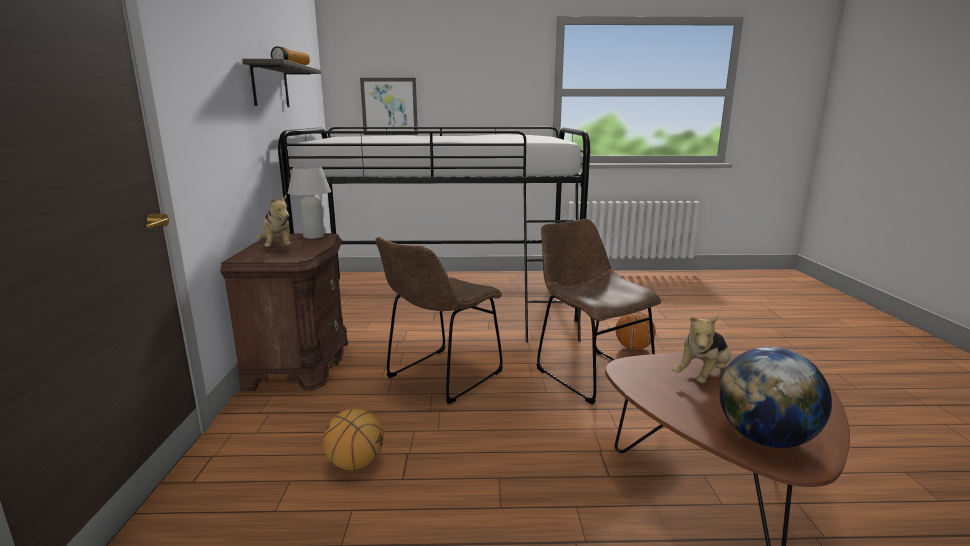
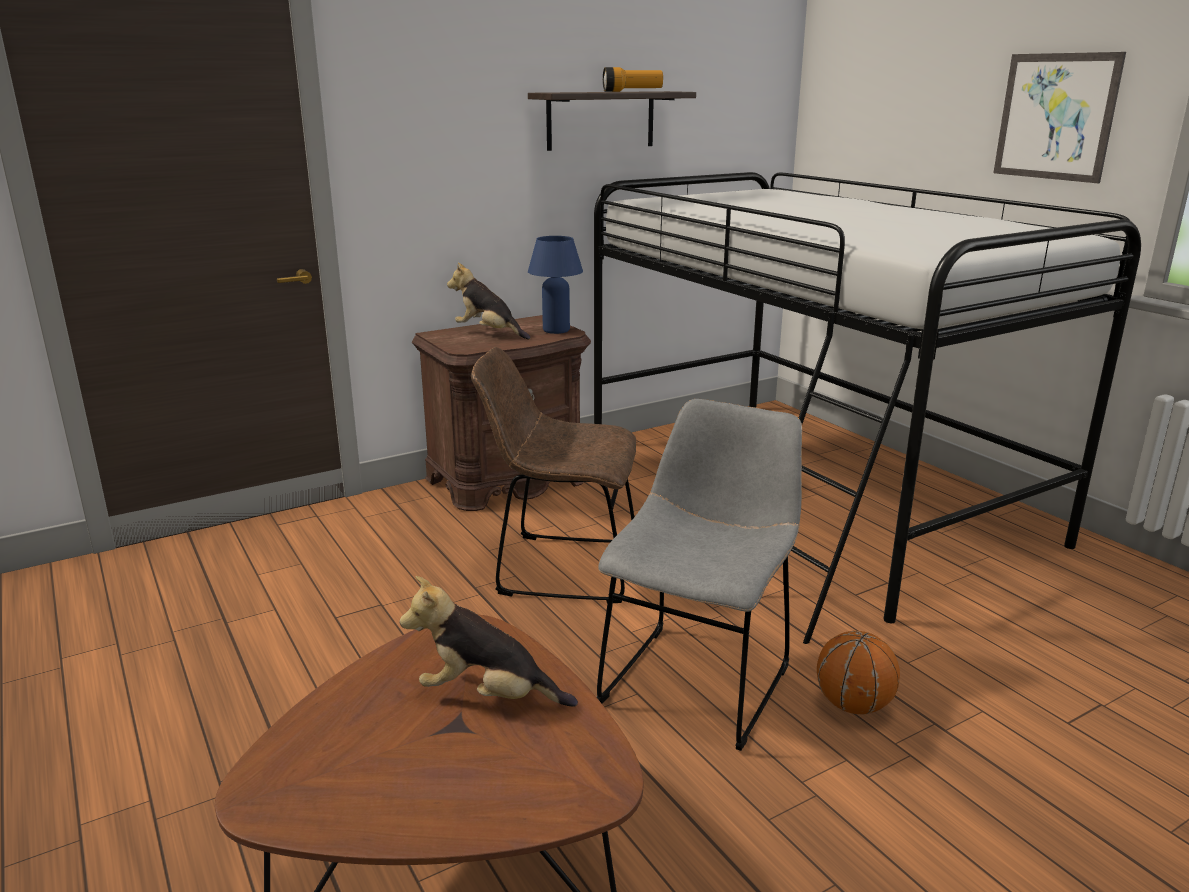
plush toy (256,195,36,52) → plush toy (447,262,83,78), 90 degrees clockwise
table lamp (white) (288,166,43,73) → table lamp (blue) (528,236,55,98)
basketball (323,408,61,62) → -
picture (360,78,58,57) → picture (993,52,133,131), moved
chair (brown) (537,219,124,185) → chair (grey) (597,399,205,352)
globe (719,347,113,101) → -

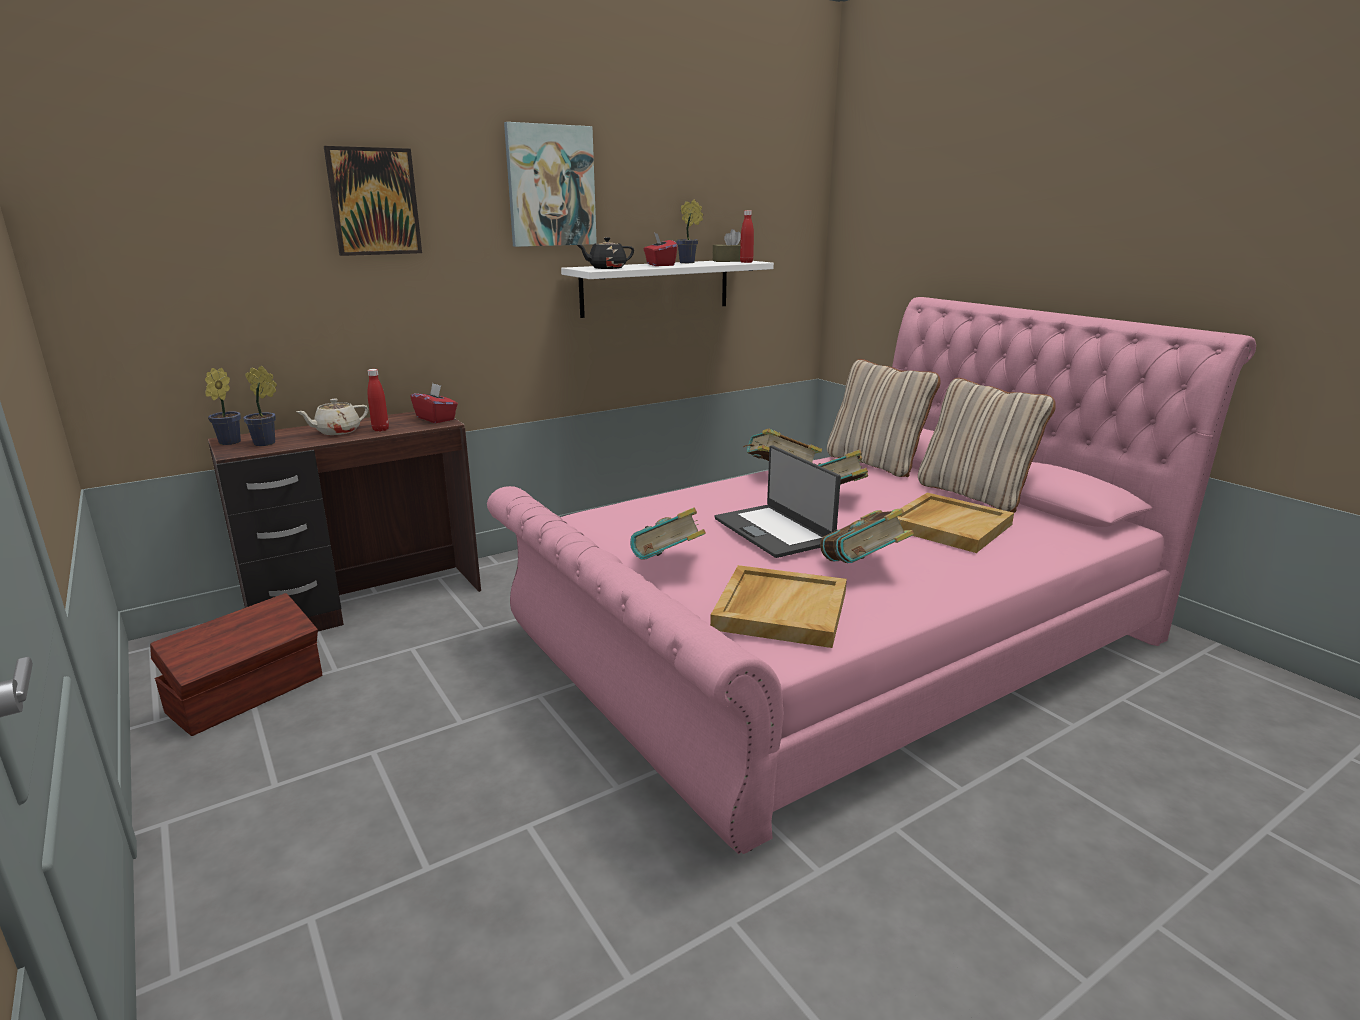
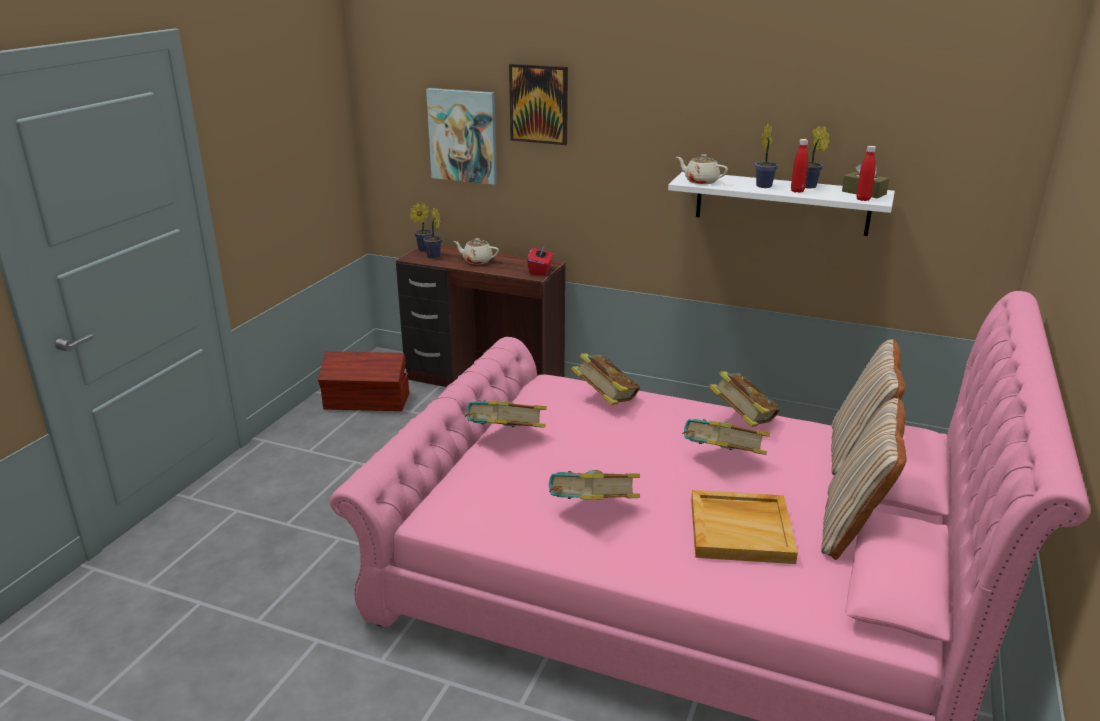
bottle (red) (368,369,21,62) → bottle (red) (791,139,17,54), moved
picture (504,122,93,125) → picture (426,88,71,97), moved
teapot (black) (577,237,57,32) → teapot (beige) (677,154,51,30)
tissue box (red) (643,233,34,33) → potted plant (755,123,23,65)
tray (beige) (710,565,137,83) → -
laptop (715,445,126,113) → -
- → book (571,353,69,52)

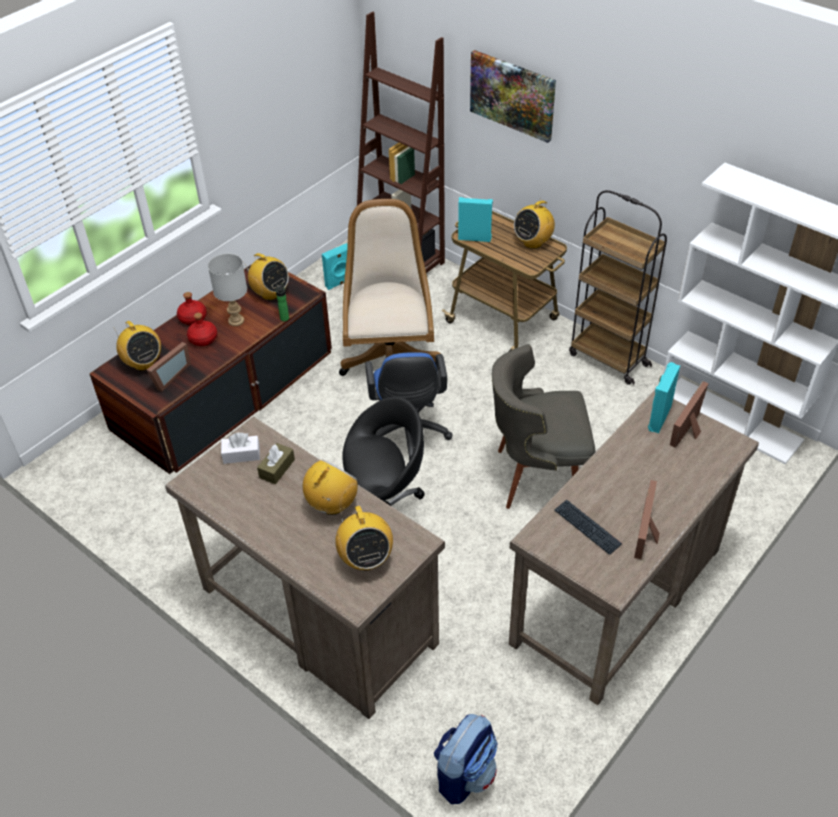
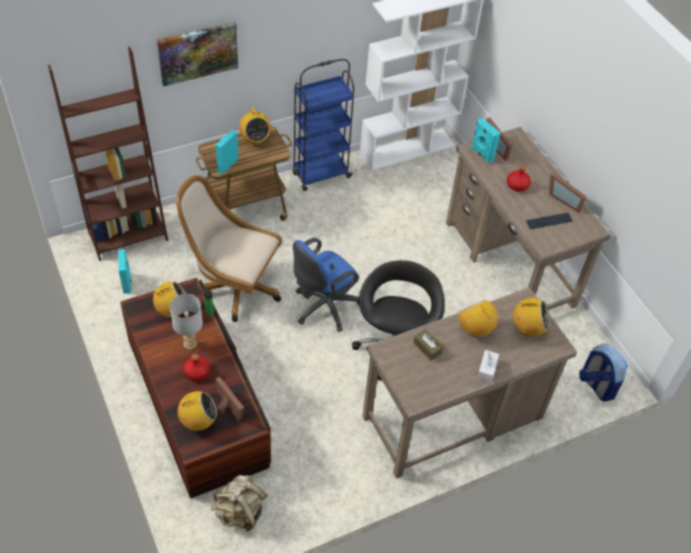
bottle (red) (177,292,30,33) → bottle (red) (507,165,24,27), moved
tissue box (white) (221,432,39,32) → tissue box (white) (477,350,22,32), moved
office chair (blue) (365,353,88,107) → office chair (blue) (293,238,66,94), 120 degrees clockwise
chair (grey) (492,344,104,165) → -
cart (brown) (569,190,98,195) → cart (blue) (292,59,62,132)
- → backpack (beige) (211,475,57,56)

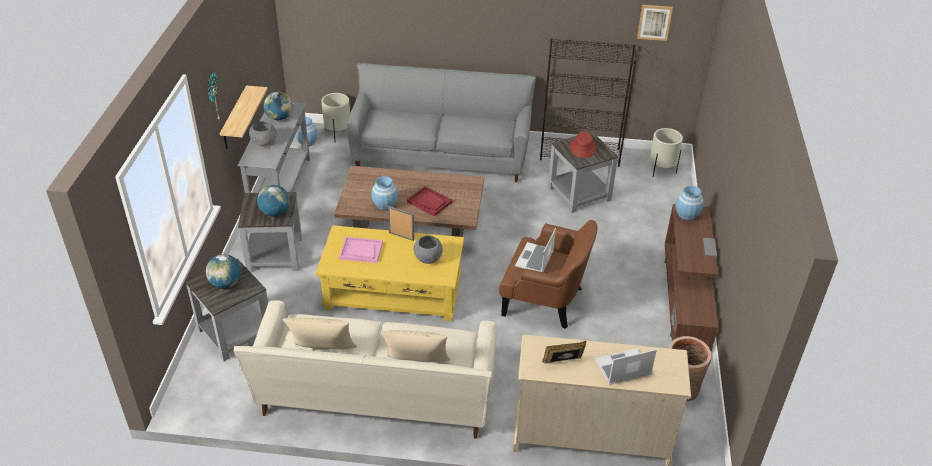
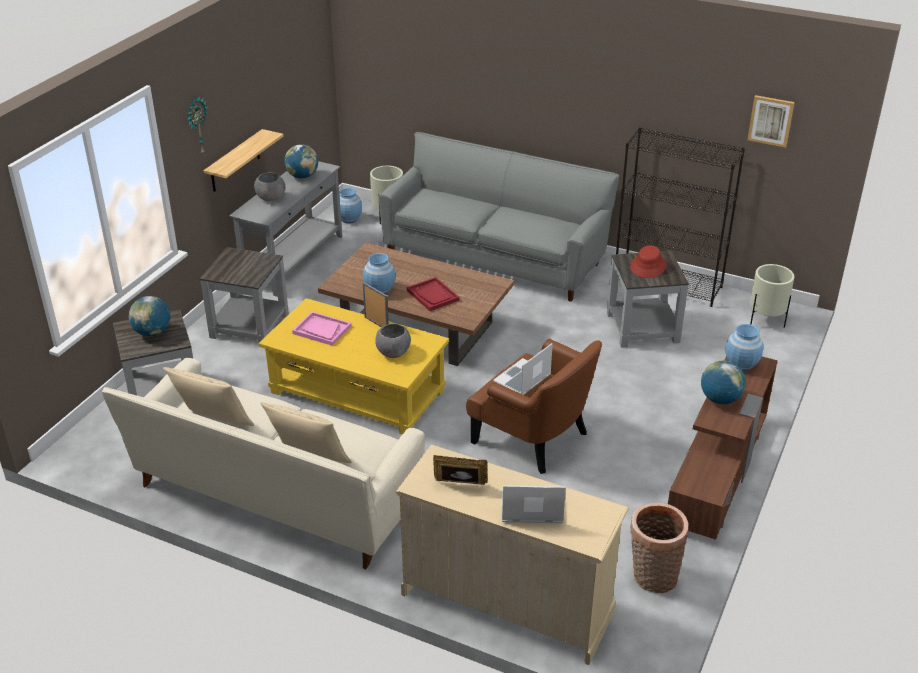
globe (257,185,33,31) → globe (701,361,45,43), moved

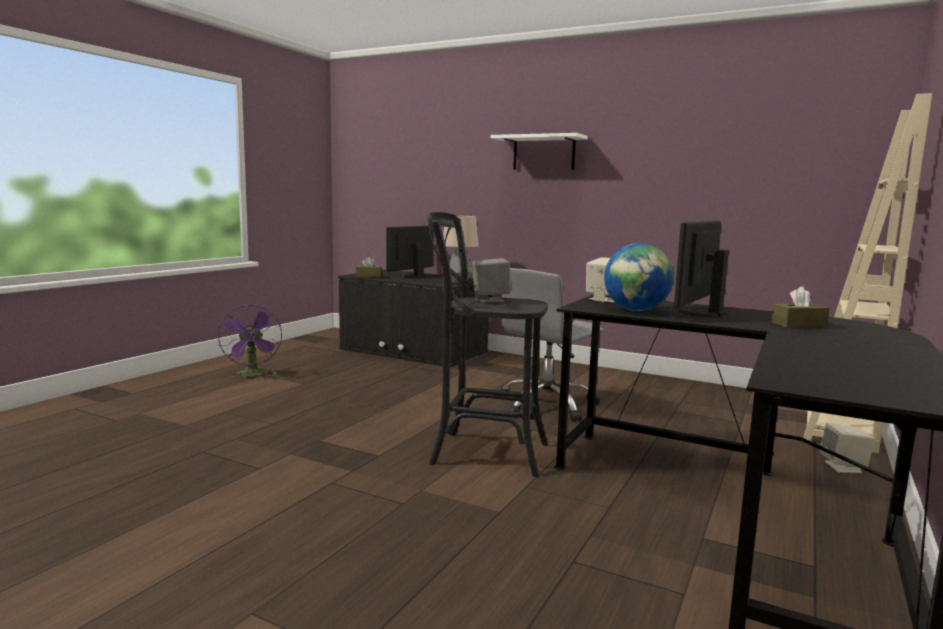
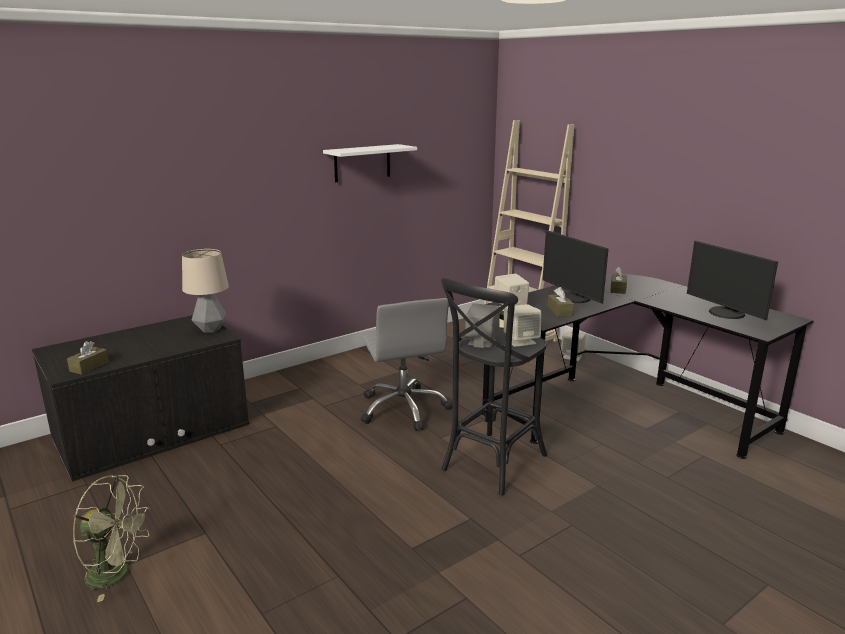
fan (purple) (218,305,64,72) → fan (green) (73,475,78,127)
monitor (386,226,47,52) → monitor (687,241,91,79), moved
shelf (white) (490,133,98,37) → shelf (white) (323,144,94,38), moved
globe (604,243,70,68) → tissue box (brown) (547,287,27,30)
- → speaker (beige) (504,304,37,43)

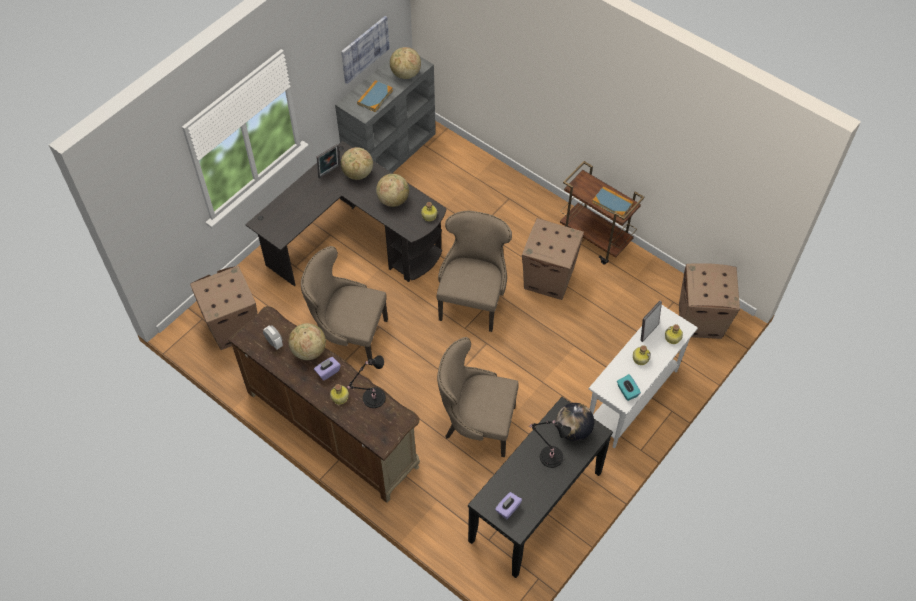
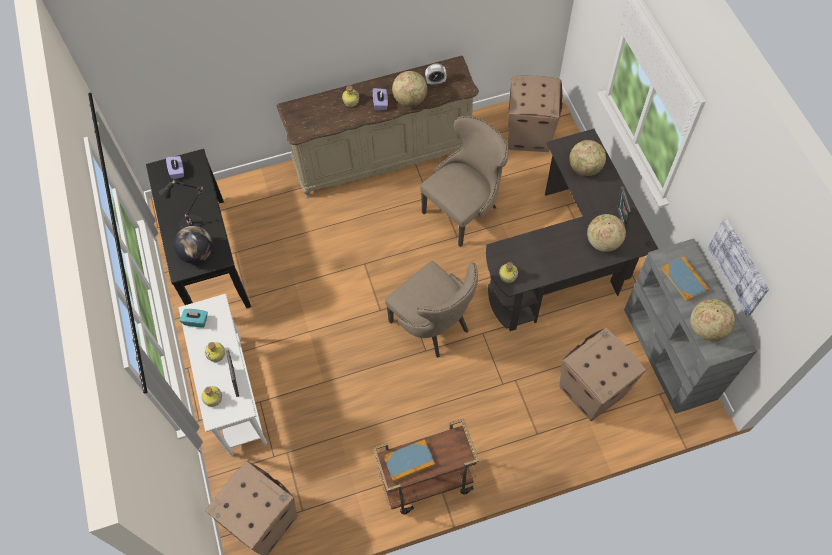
table lamp (black) (347,355,39,53) → -
globe (376,174,33,33) → globe (569,140,37,36), moved
chair (beige) (437,337,82,120) → -
cardboard box (522,218,62,82) → cardboard box (559,328,87,93), moved

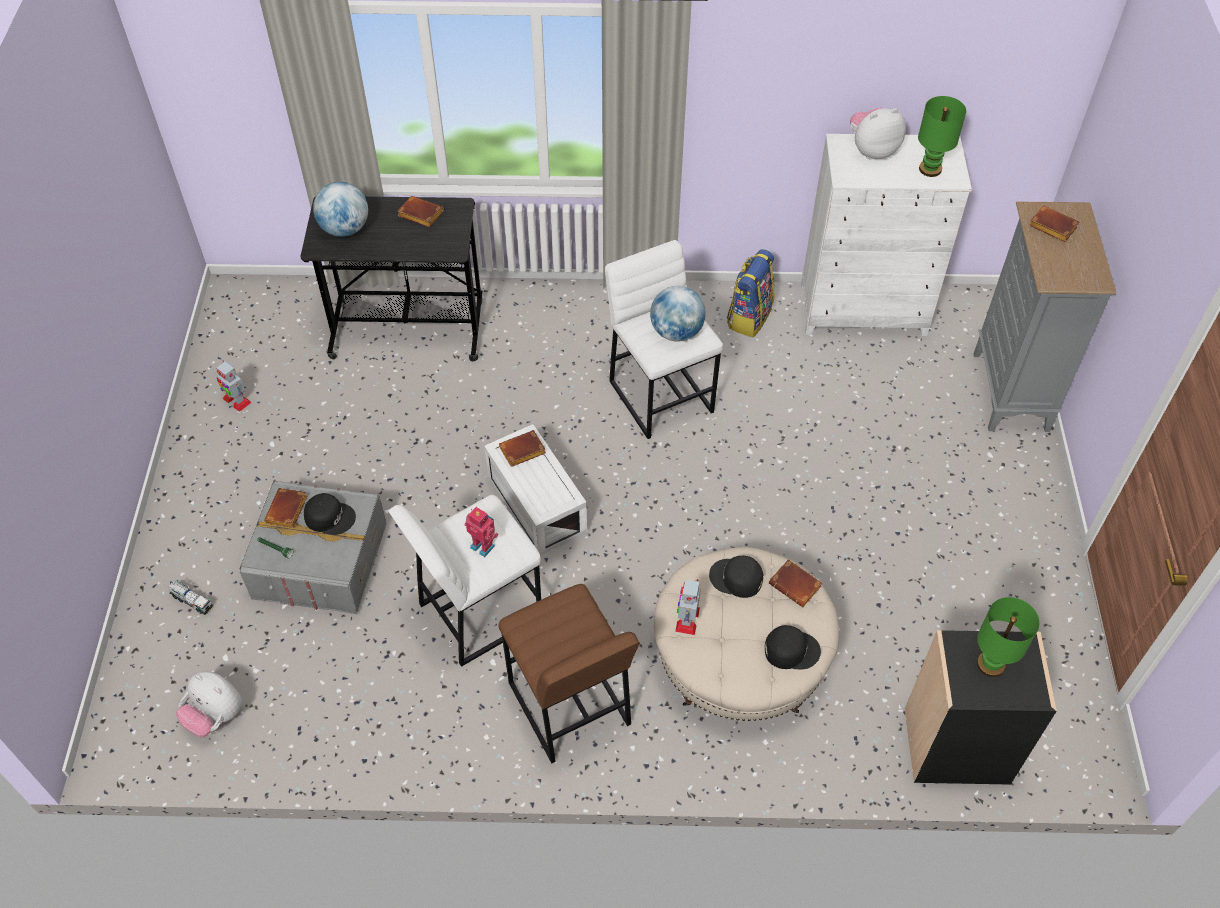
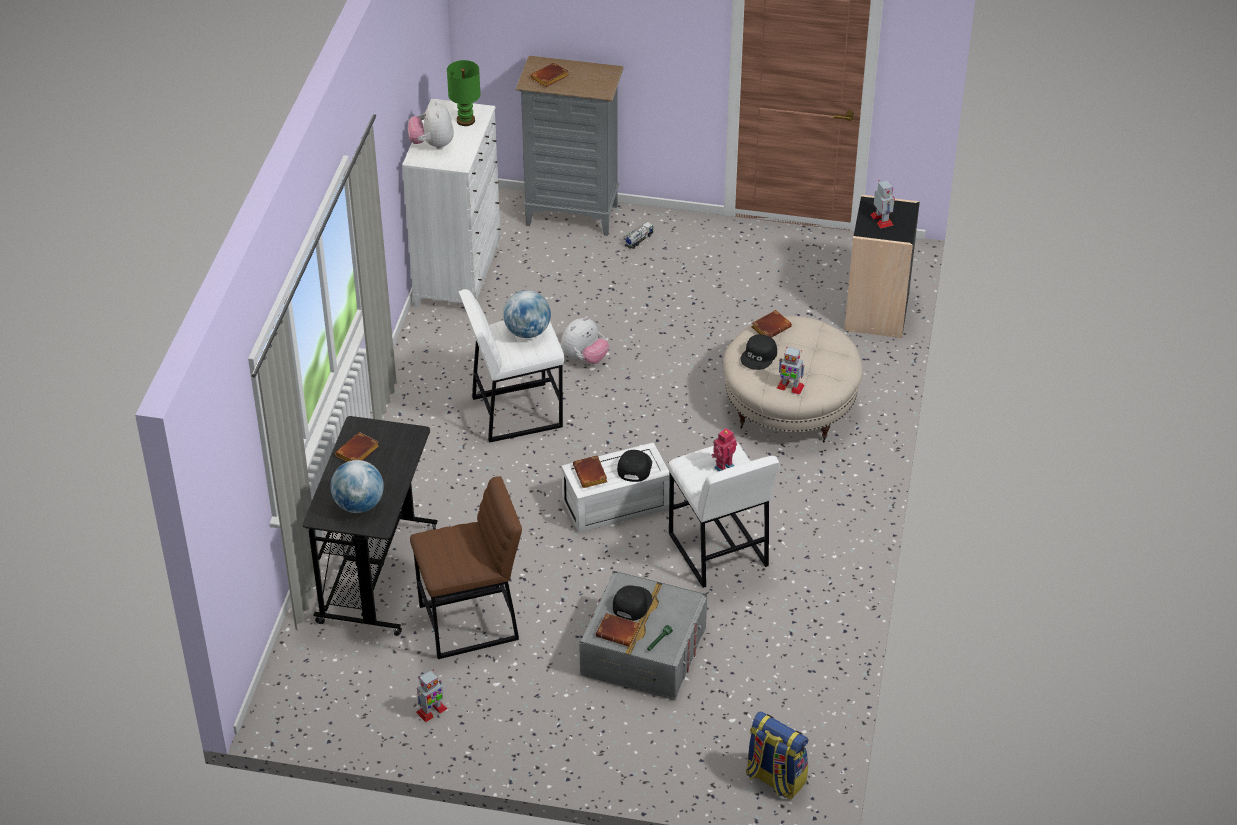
toy truck (169,579,44,36) → toy truck (624,222,29,27), moved
plush toy (176,671,66,66) → plush toy (561,316,48,48), moved
stool (brown) (499,584,141,179) → stool (brown) (410,476,112,183), moved
backpack (727,249,47,88) → backpack (746,711,62,88), moved
cap (black) (765,625,56,44) → cap (black) (617,450,35,32), moved
table lamp (green) (977,597,63,80) → toy robot (871,180,24,48)

